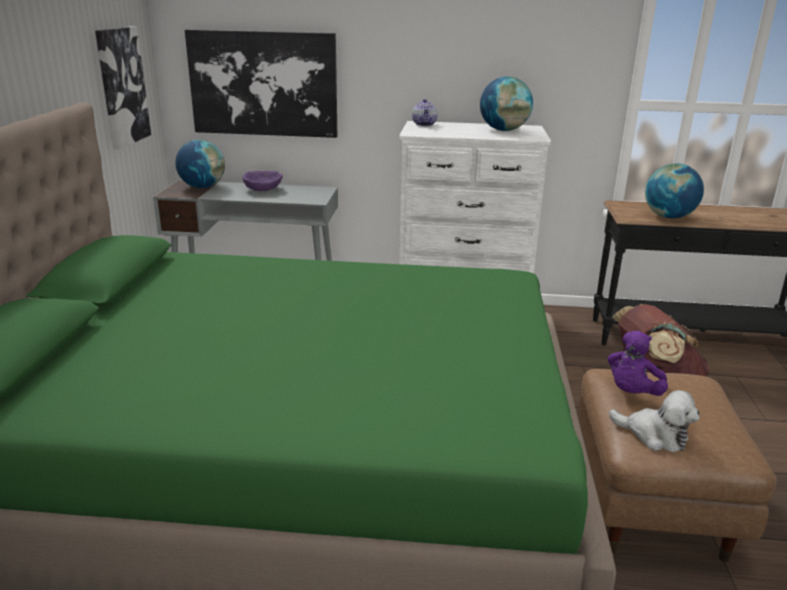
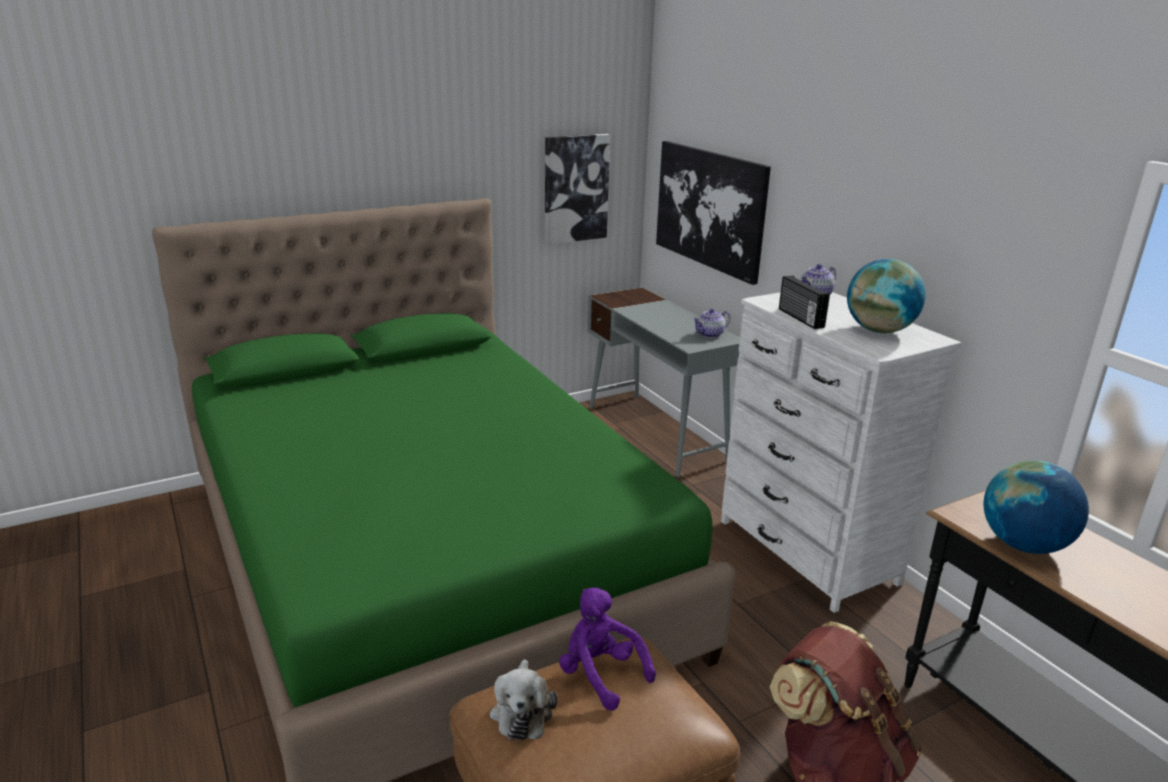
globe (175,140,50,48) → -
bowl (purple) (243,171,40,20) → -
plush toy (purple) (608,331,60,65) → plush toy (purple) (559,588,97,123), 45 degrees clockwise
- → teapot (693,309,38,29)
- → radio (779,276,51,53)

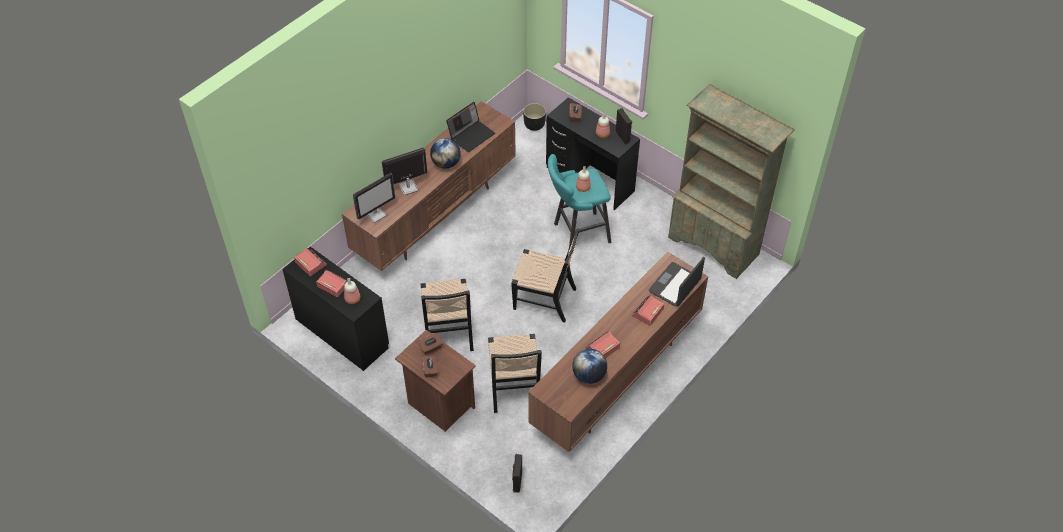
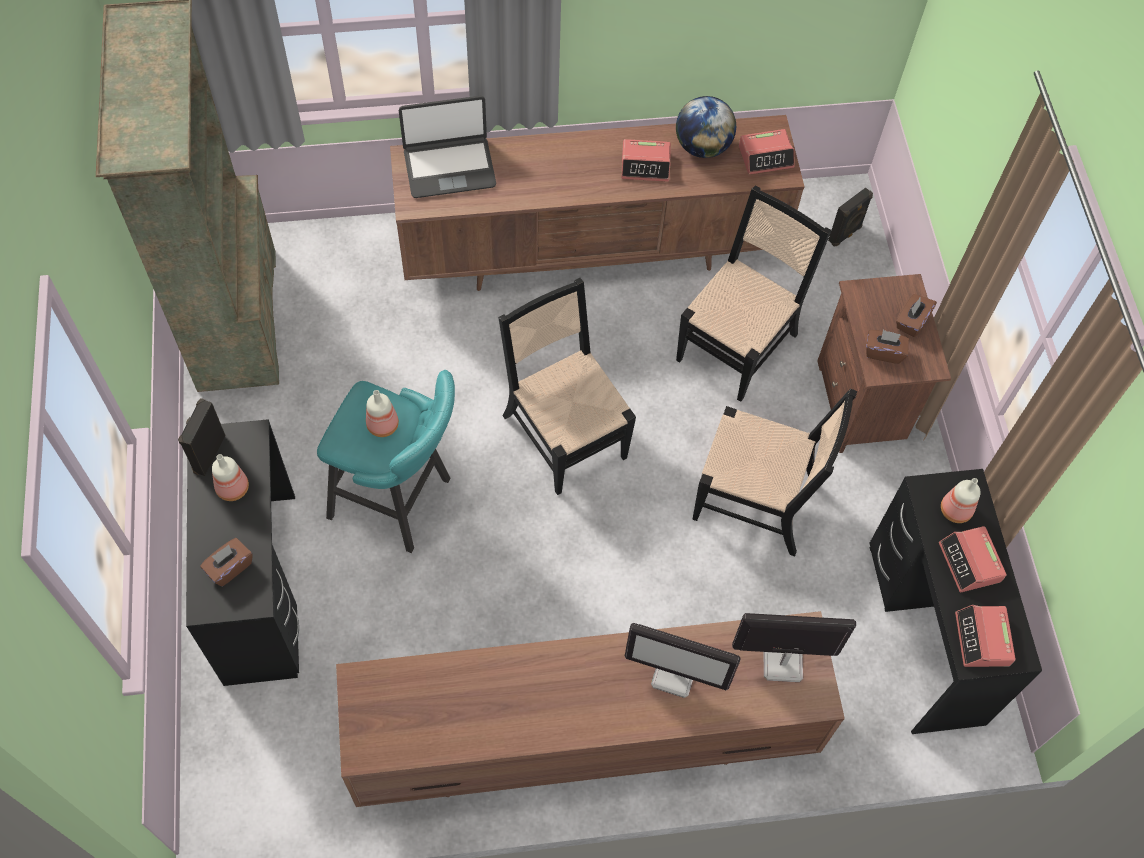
chair (421,279,53,72) → chair (692,388,165,169), 75 degrees clockwise
globe (430,138,31,31) → -
laptop (446,102,49,50) → -
planter (black) (523,103,23,28) → -
alarm clock (632,295,32,31) → alarm clock (739,129,55,46), moved

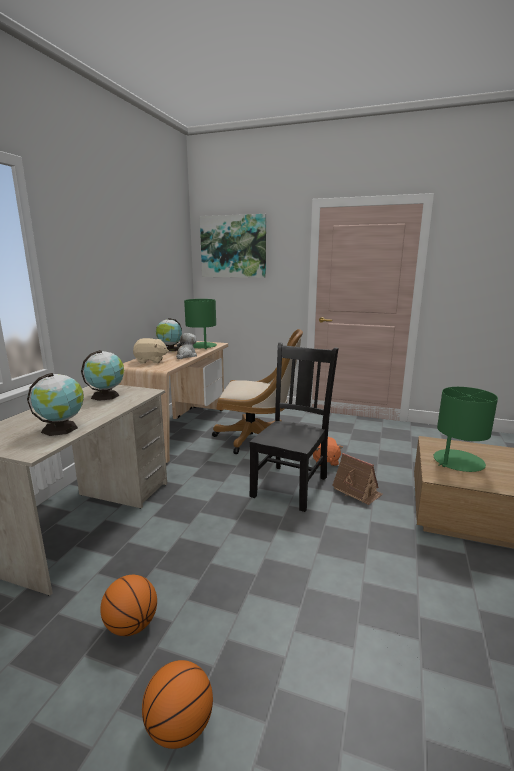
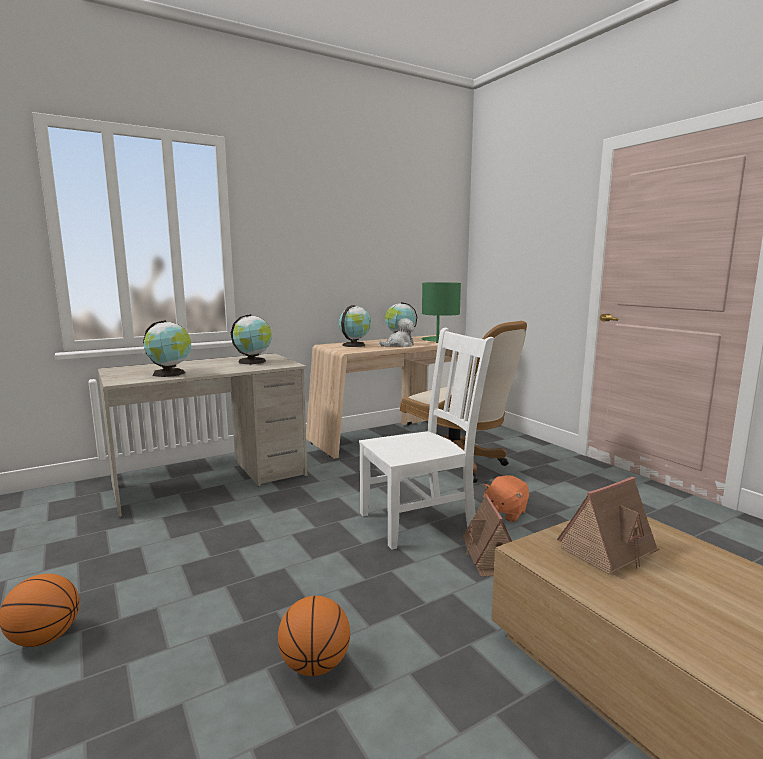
basketball (100,575,57,61) → basketball (278,596,72,80), moved
plush toy (beige) (133,338,36,25) → globe (339,305,32,42)
picture (200,214,66,64) → -
chair (black) (249,342,90,170) → chair (white) (359,328,135,222)
table lamp (green) (434,387,64,85) → toy house (557,477,103,98)

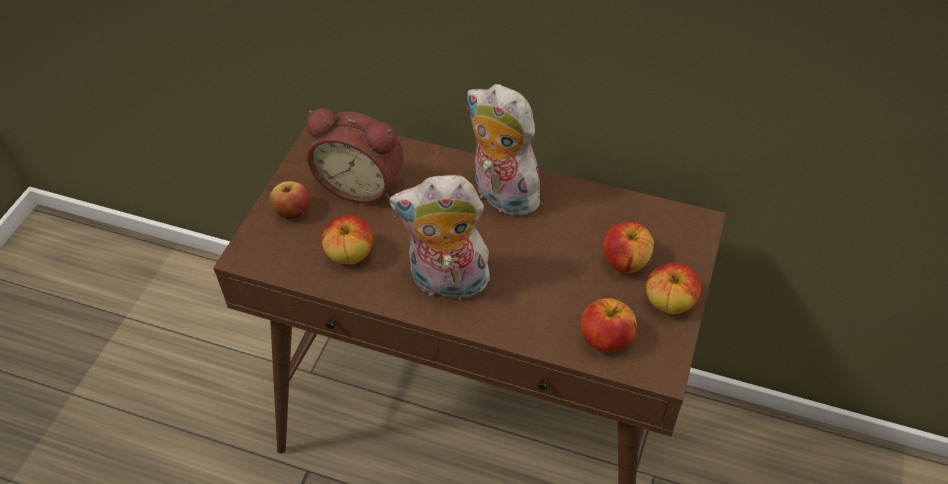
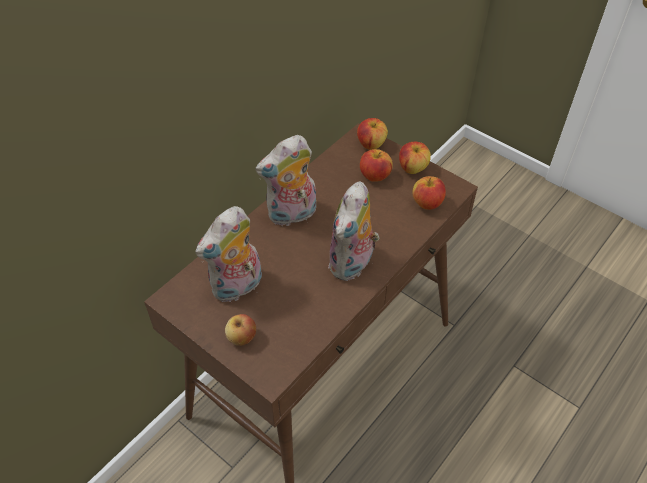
alarm clock (307,108,96,95) → plush toy (195,206,67,96)
apple (321,215,53,50) → apple (357,118,31,32), moved

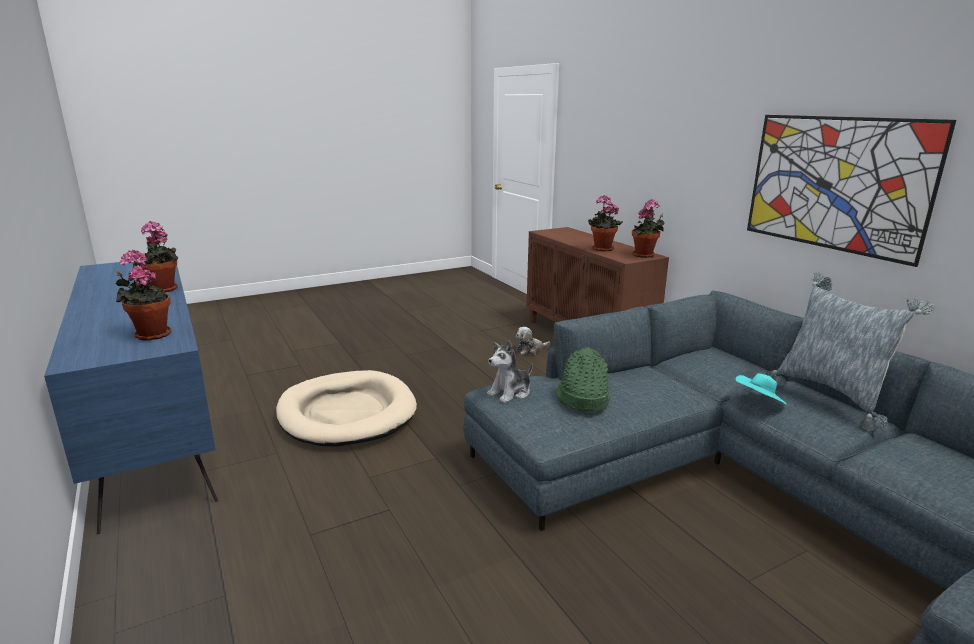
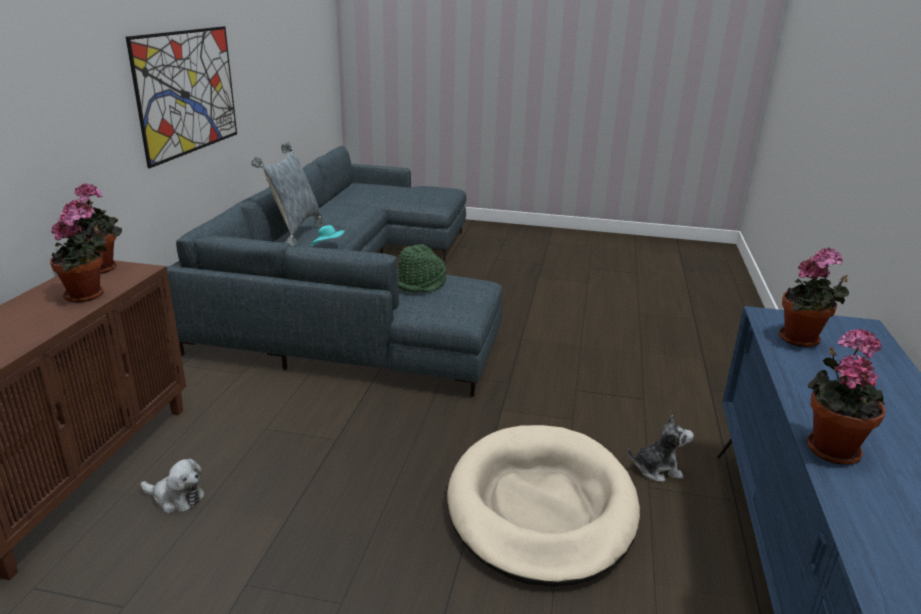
plush toy (487,341,46,62) → plush toy (628,415,66,67), moved

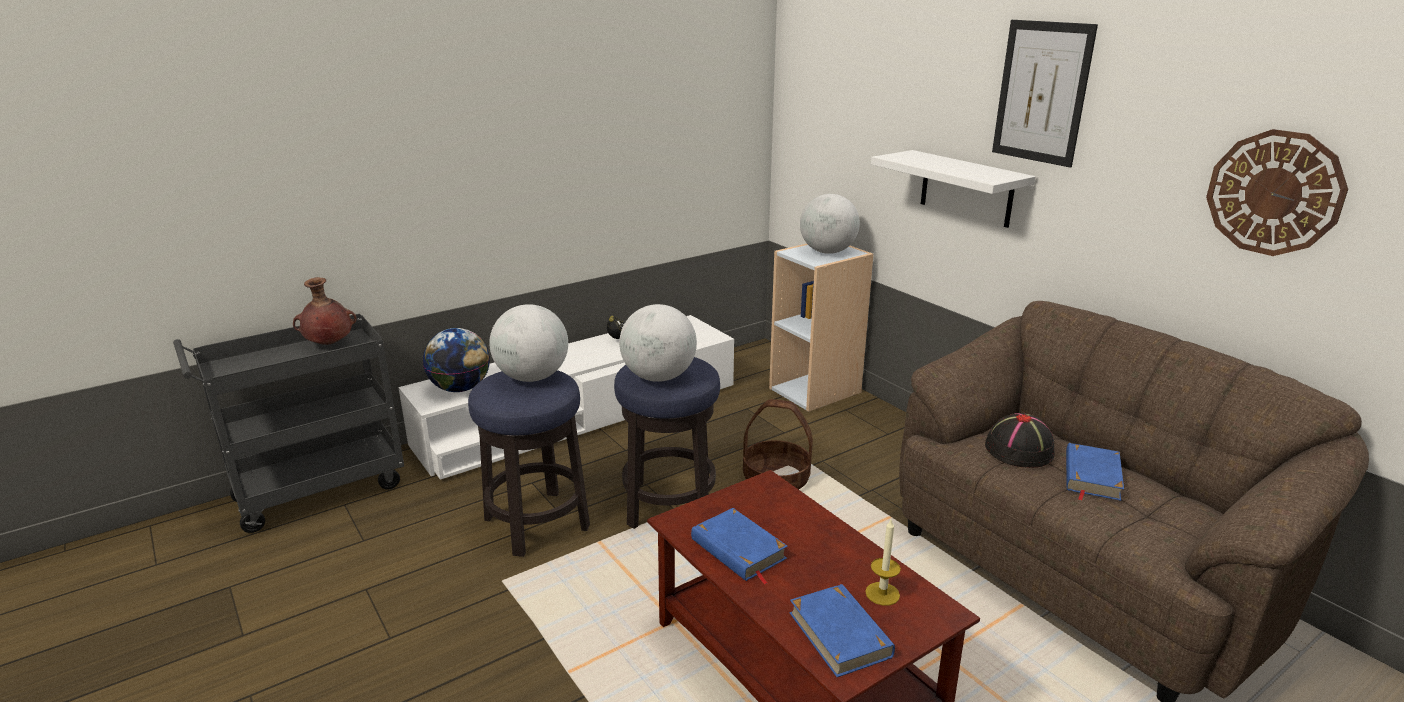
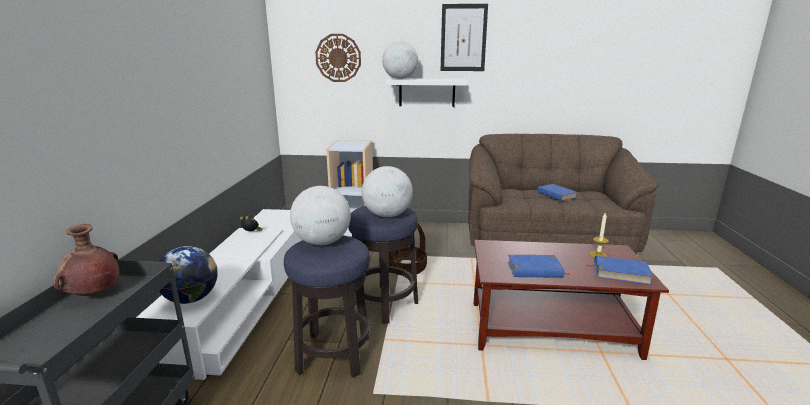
globe (800,194,60,60) → globe (382,41,36,38), moved
hat (black) (985,413,70,55) → -
wall clock (1206,129,142,127) → wall clock (315,34,46,48), moved

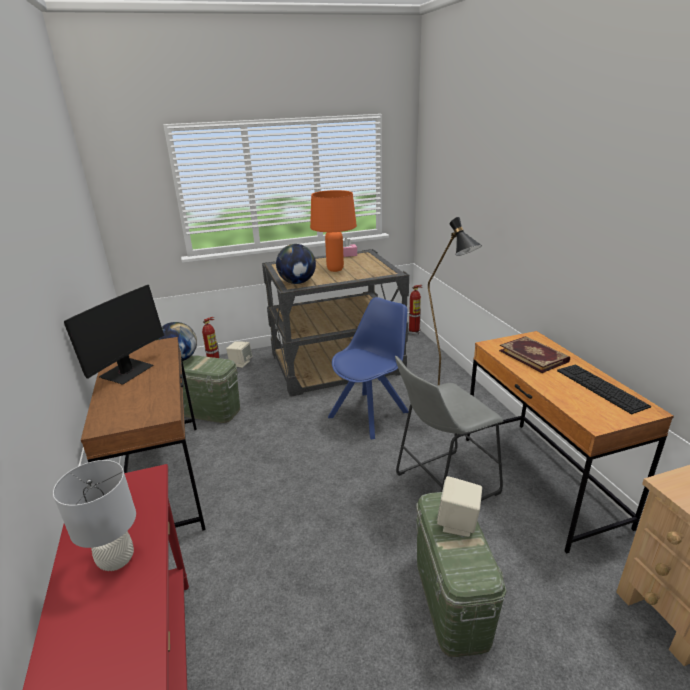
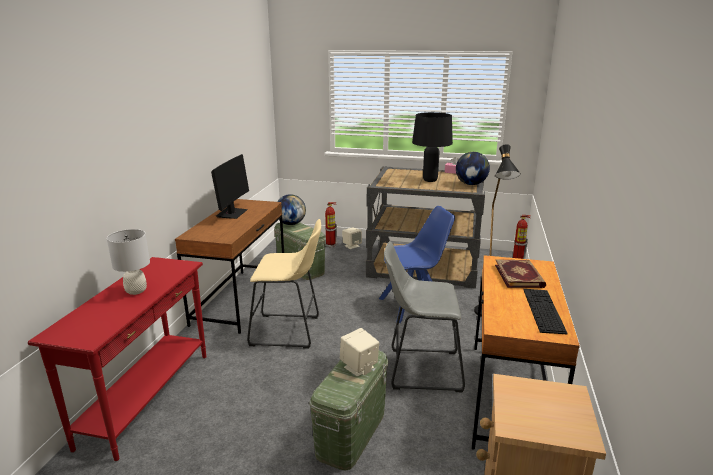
monitor (64,285,100,100) → monitor (211,154,38,65), 45 degrees counterclockwise
globe (276,244,40,40) → globe (456,152,34,33), moved
table lamp (orange) (310,190,47,82) → table lamp (black) (412,112,41,70)
- → stool (beige) (247,219,74,130)

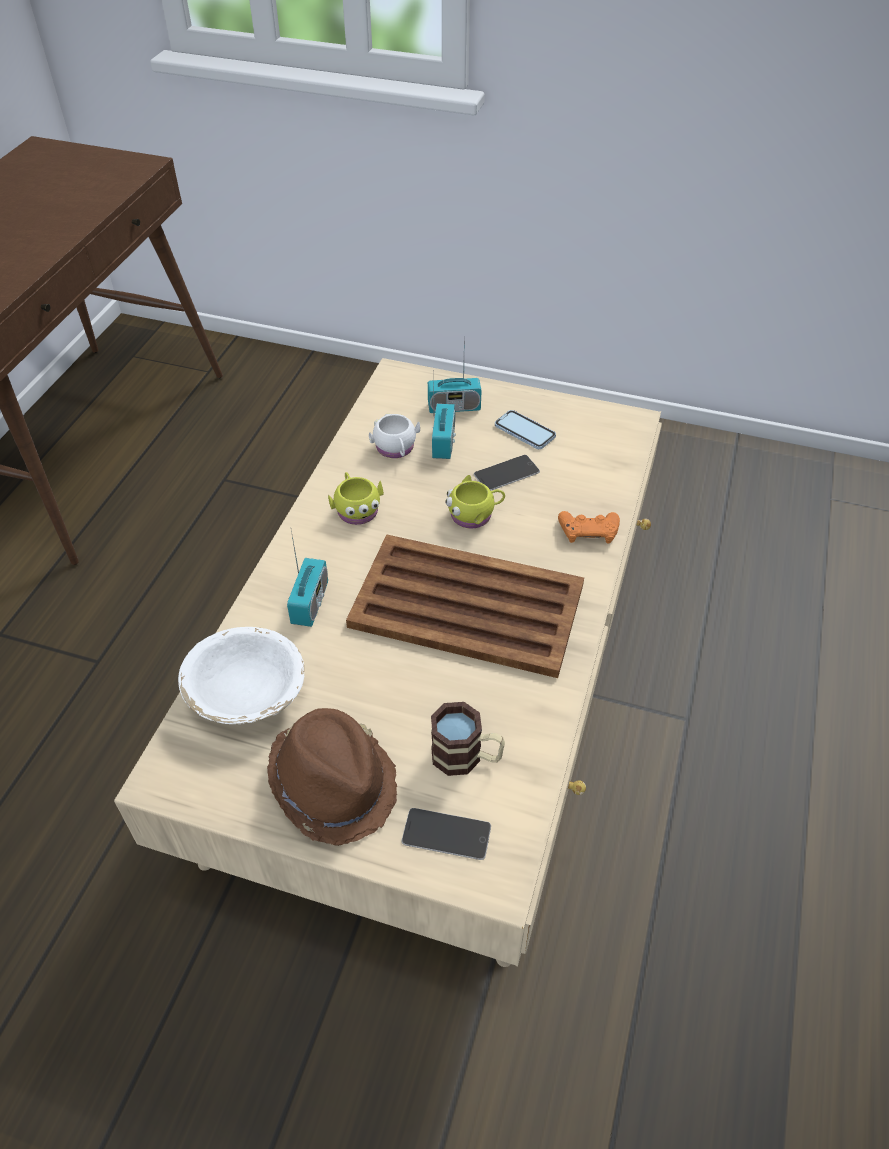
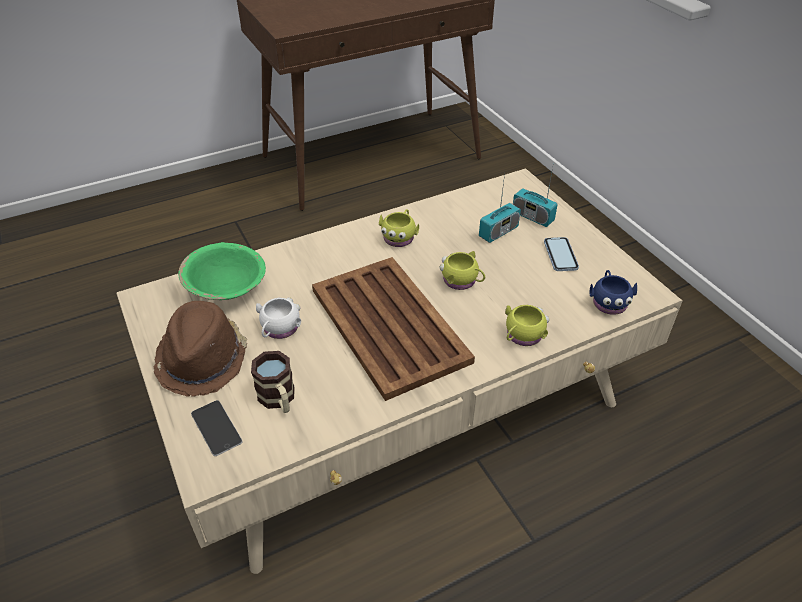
bowl (white) (178,627,126,97) → bowl (green) (178,242,88,58)
radio (287,531,41,96) → -
mug (white) (369,413,51,45) → mug (white) (256,297,45,42), moved
phone (474,455,66,35) → -
game controller (orange) (558,511,62,33) → mug (yellow) (505,304,44,42)
- → mug (blue) (590,270,47,45)

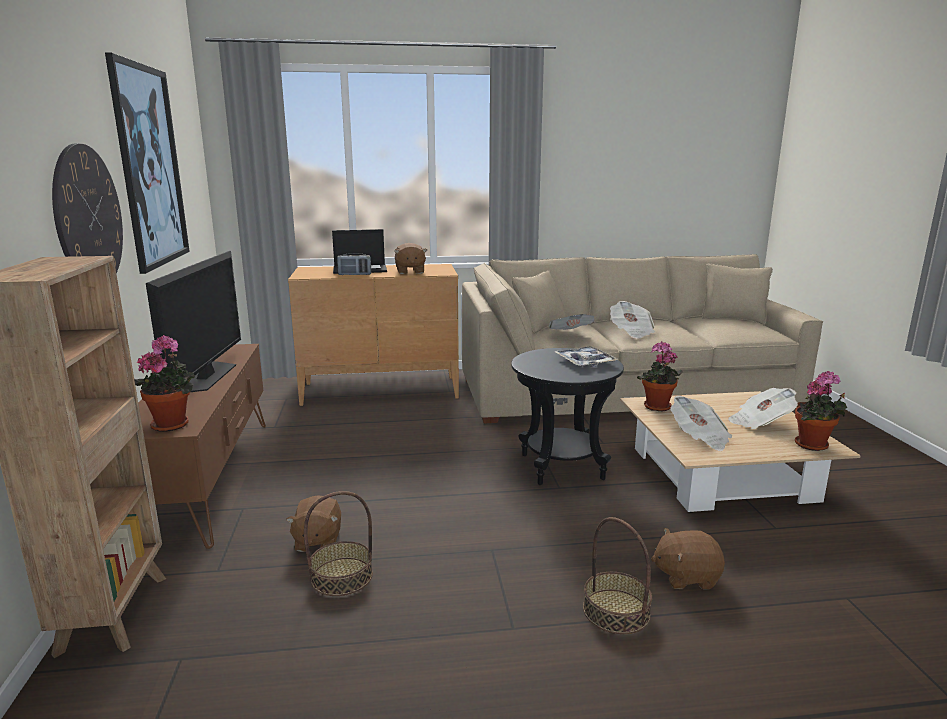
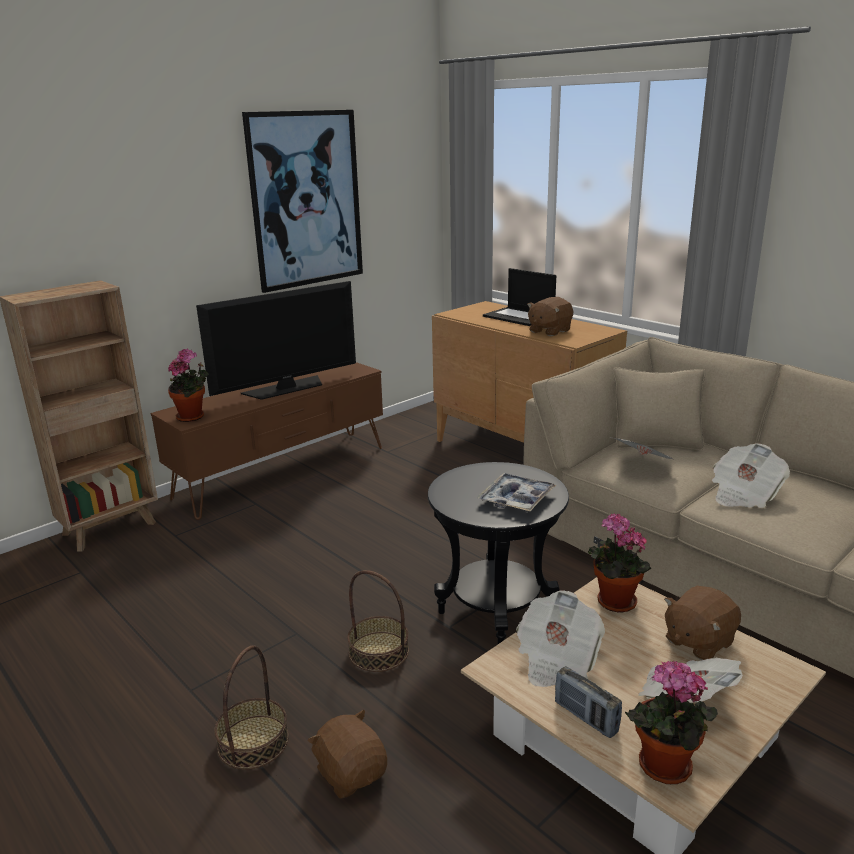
wall clock (52,143,71,130) → -
plush toy (brown) (286,495,55,57) → plush toy (brown) (664,586,77,75), moved
basket (304,491,69,105) → basket (347,570,62,102), moved
radio (337,253,34,22) → radio (555,666,67,72), moved

